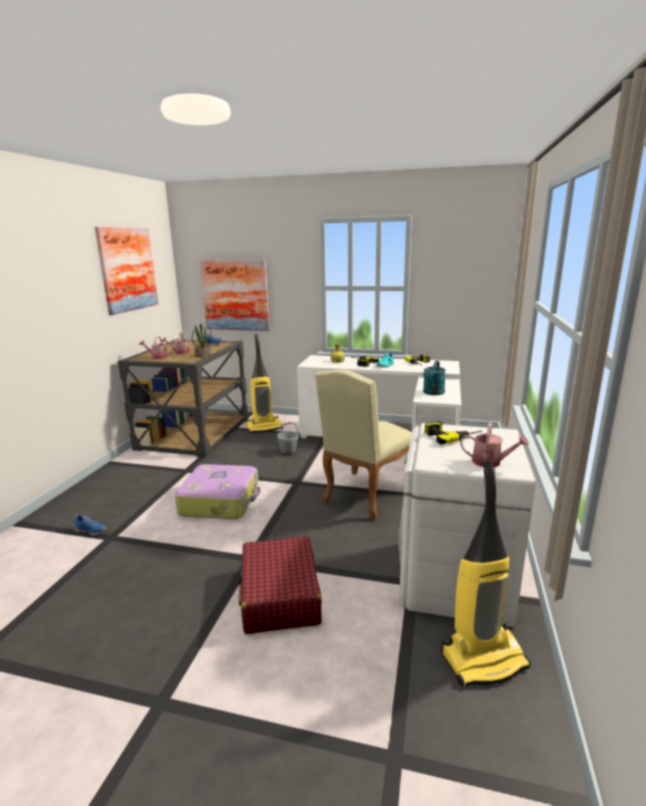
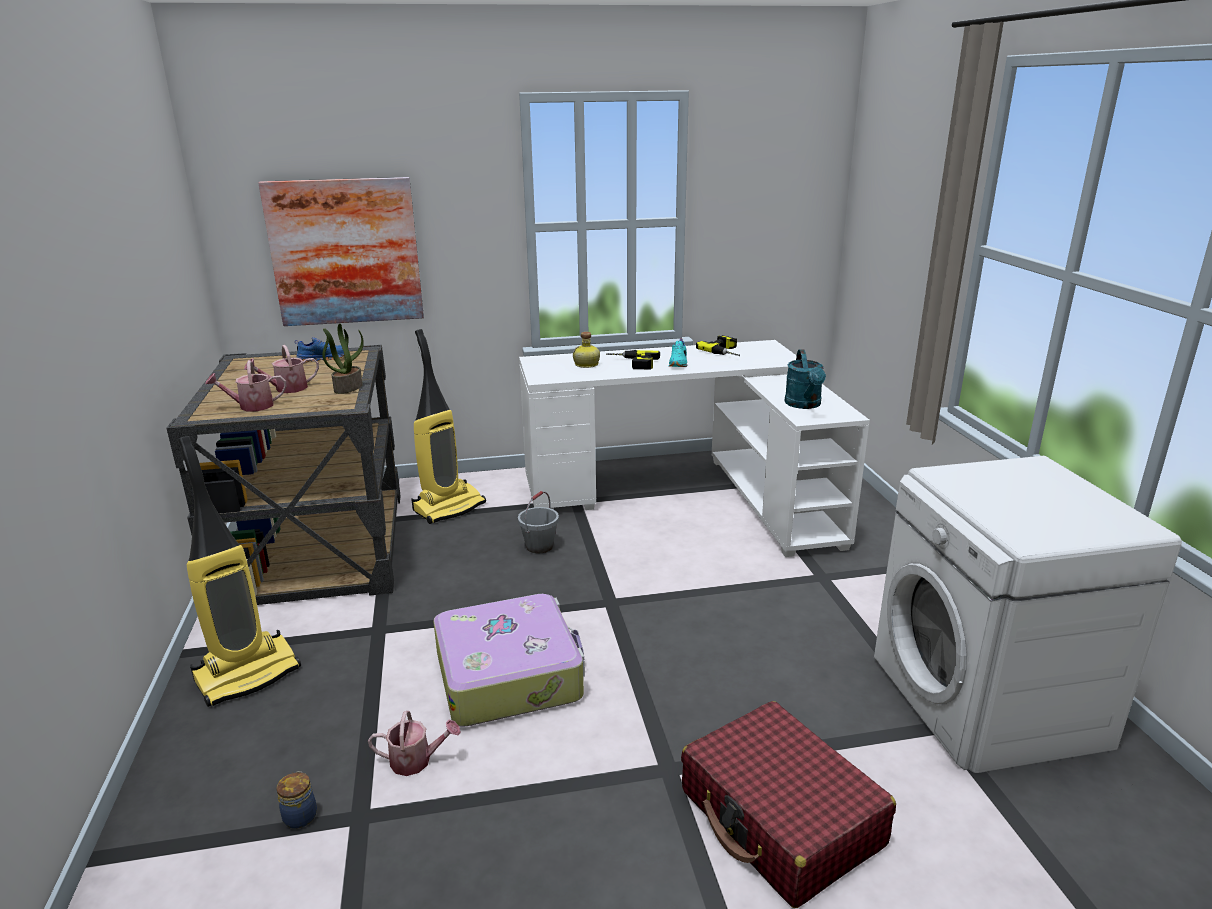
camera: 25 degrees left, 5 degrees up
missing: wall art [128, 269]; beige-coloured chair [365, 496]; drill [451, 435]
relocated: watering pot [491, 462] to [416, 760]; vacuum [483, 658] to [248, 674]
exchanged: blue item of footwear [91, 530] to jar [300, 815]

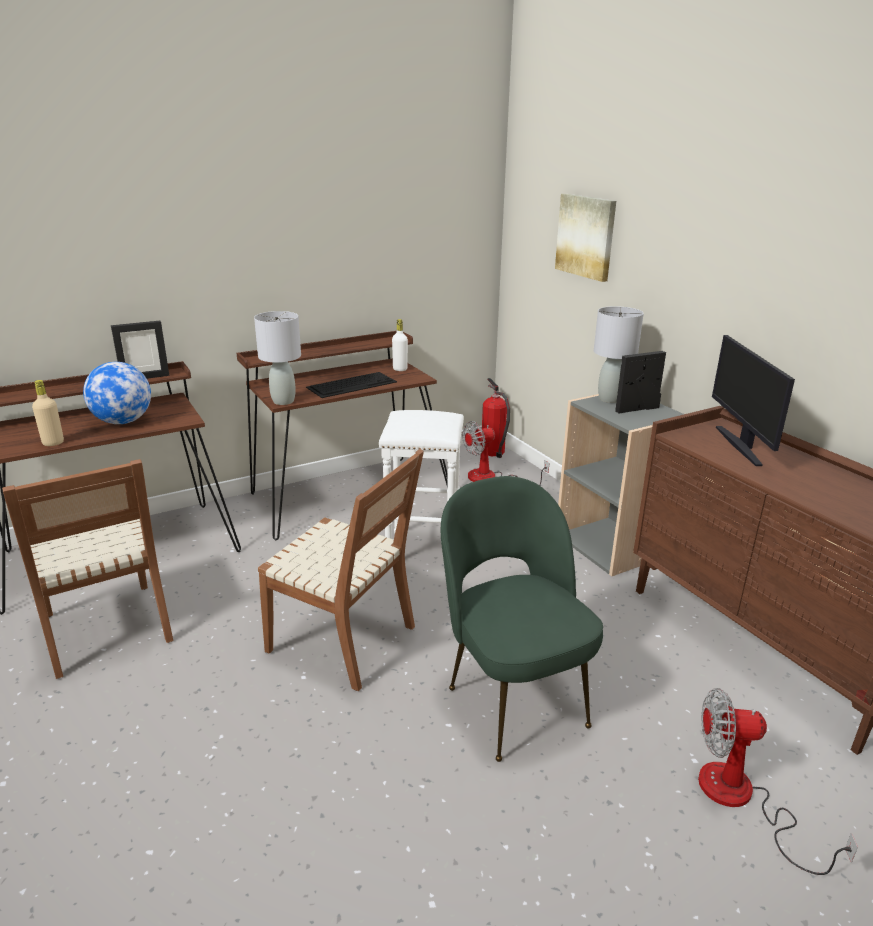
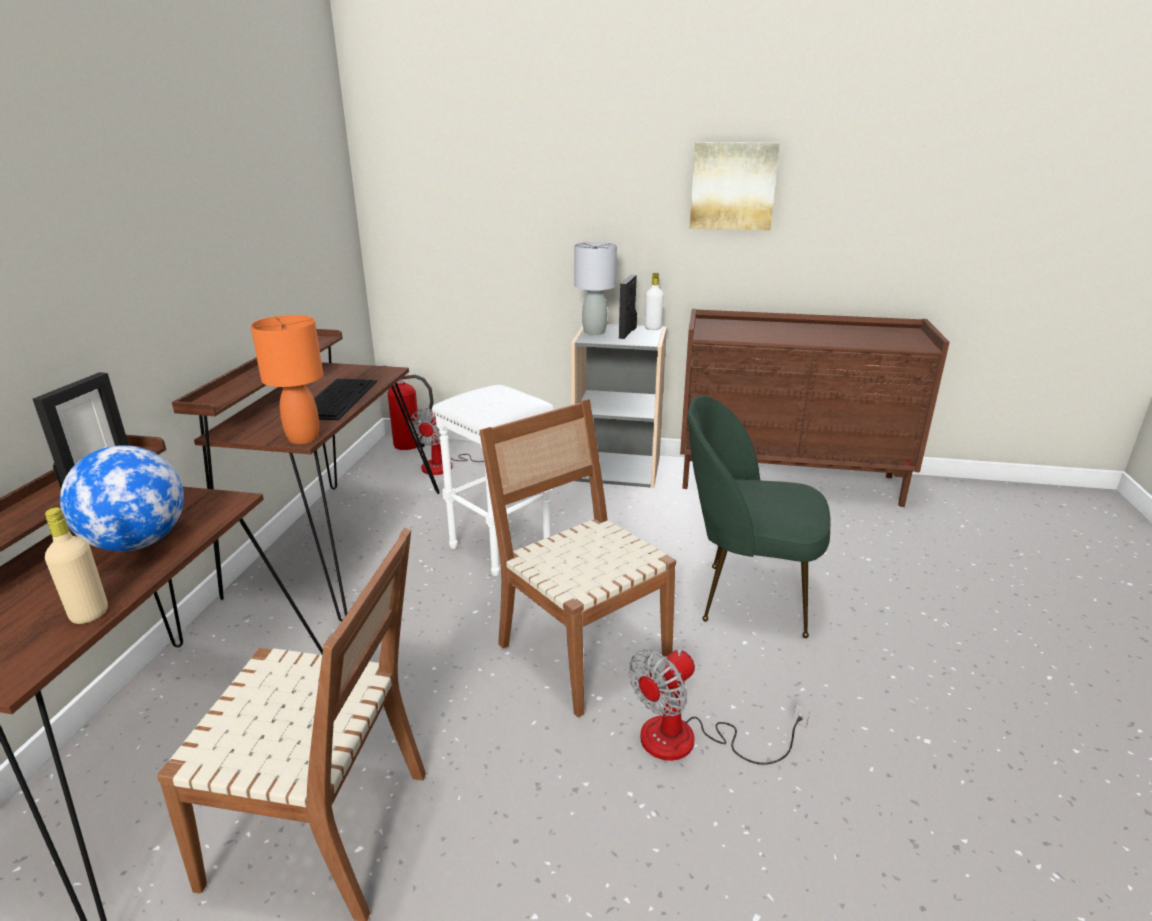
camera: 50 degrees left, 0 degrees up
missing: computer screen [740, 445]
relocated: wall art [586, 236] to [733, 186]; white beverage bottle [400, 369] to [653, 328]; cooling fan [741, 800] to [688, 741]
colour: gray table lamp [283, 401] to orangey table lamp [303, 438]
spun: chair [346, 643] = [580, 649] 105 degrees counterclockwise

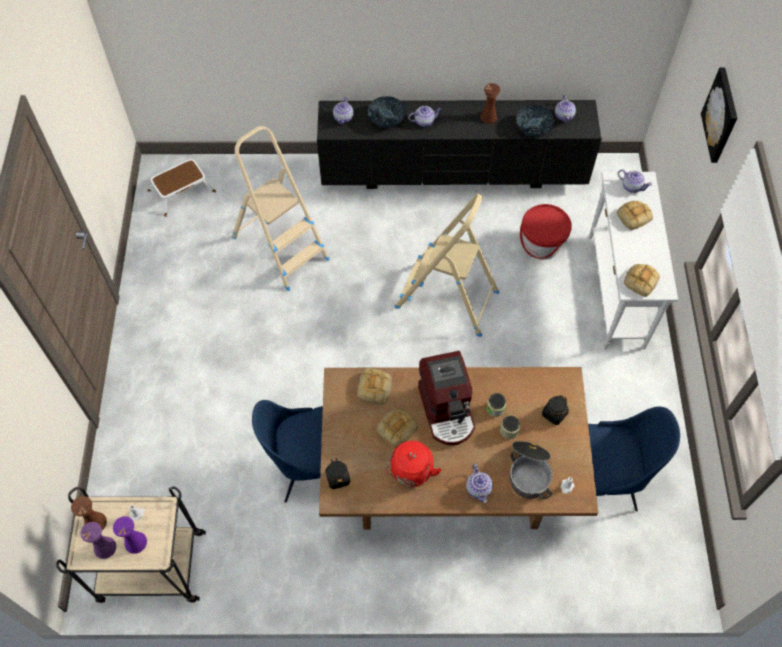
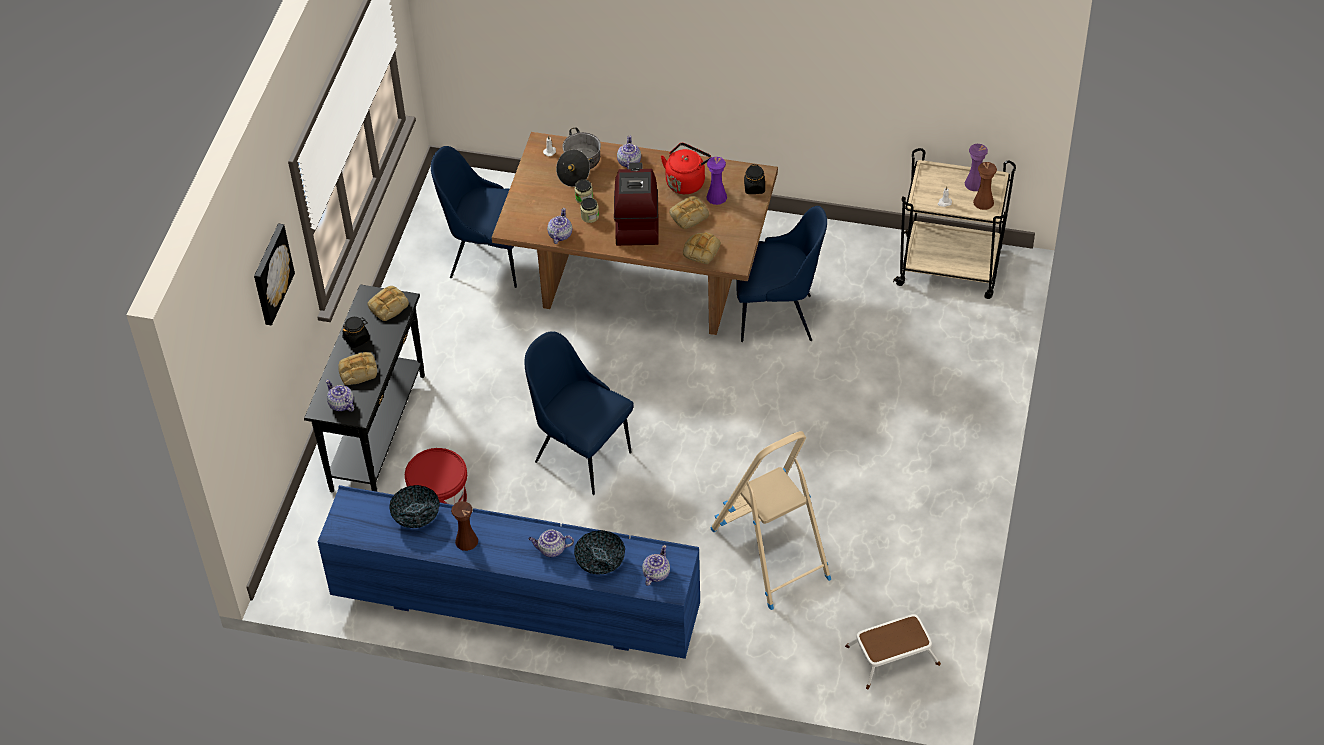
camera: 165 degrees left, 10 degrees down
relocated: teapot [564, 115] to [560, 235]; black jar [554, 414] to [356, 339]; purplish flower vase [135, 542] to [716, 197]
exchanged: beige-coloured step stool [445, 299] to blue chair [582, 457]
colour: black storage cabinet [453, 175] to blue storage cabinet [516, 611]; white console table [617, 291] to black console table [377, 431]

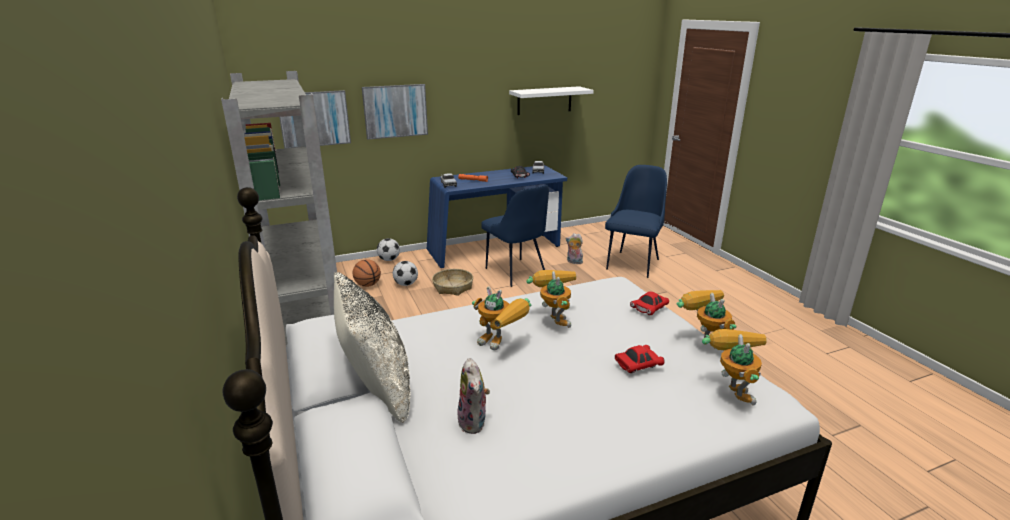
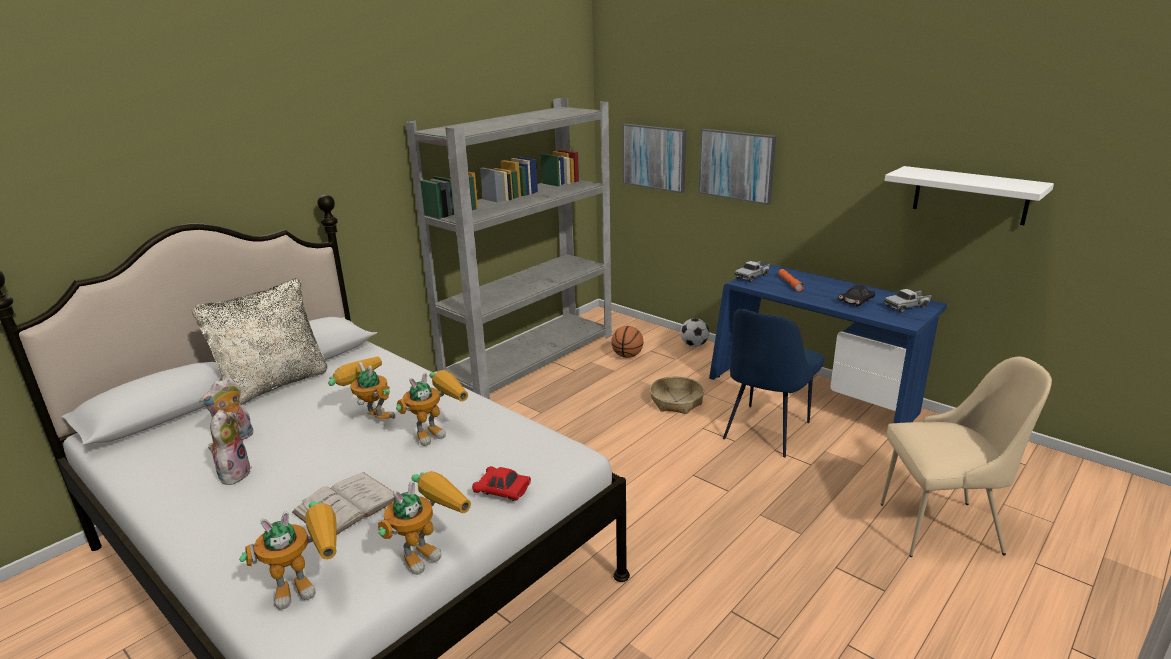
camera: 65 degrees right, 0 degrees up
missing: football [406, 284]
relocated: cuddly toy [574, 262] to [233, 473]
exchanged: red miniature car [638, 366] to white book [347, 505]
colour: blue chair [632, 264] to beige-coloured chair [940, 528]
spun: model robot [501, 344] = [370, 417] 120 degrees clockwise

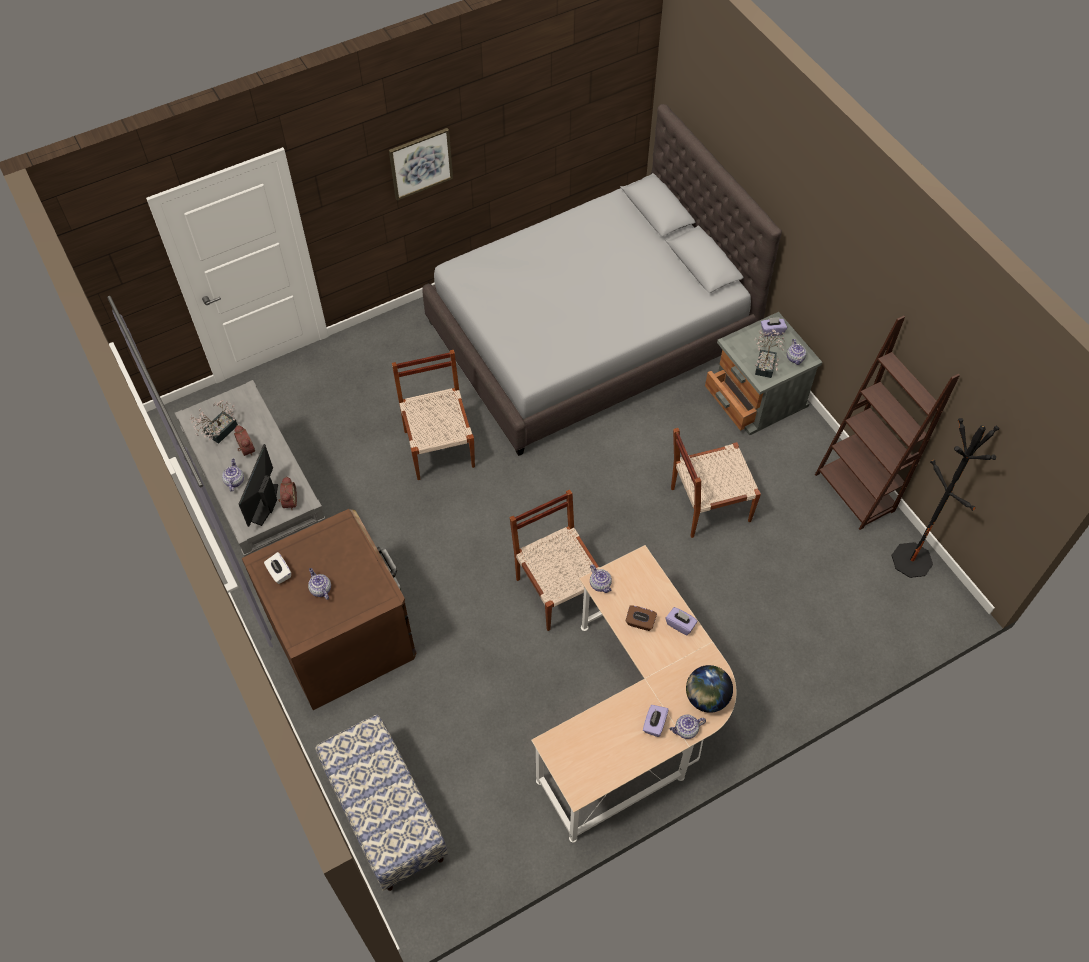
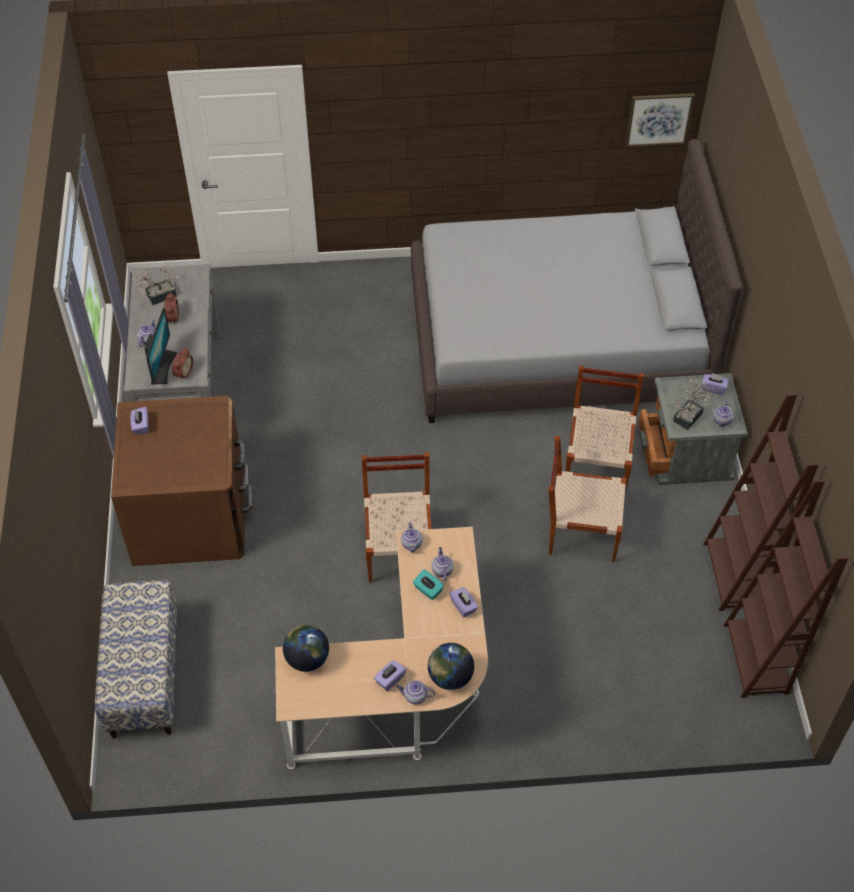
camera: 25 degrees right, 5 degrees down
appeared: globe [307, 659]
relocated: wall art [421, 163] to [659, 119]; chair [439, 447] to [597, 465]; teapot [320, 589] to [442, 570]
exchanged: black garment stand [912, 560] to brown bookcase [756, 659]
colour: white tissue box [279, 573] to purplish tissue box [141, 426]; brown tissue box [640, 622] to blue-green tissue box [428, 590]
spun: computer screen [264, 504] = [162, 367] 150 degrees clockwise

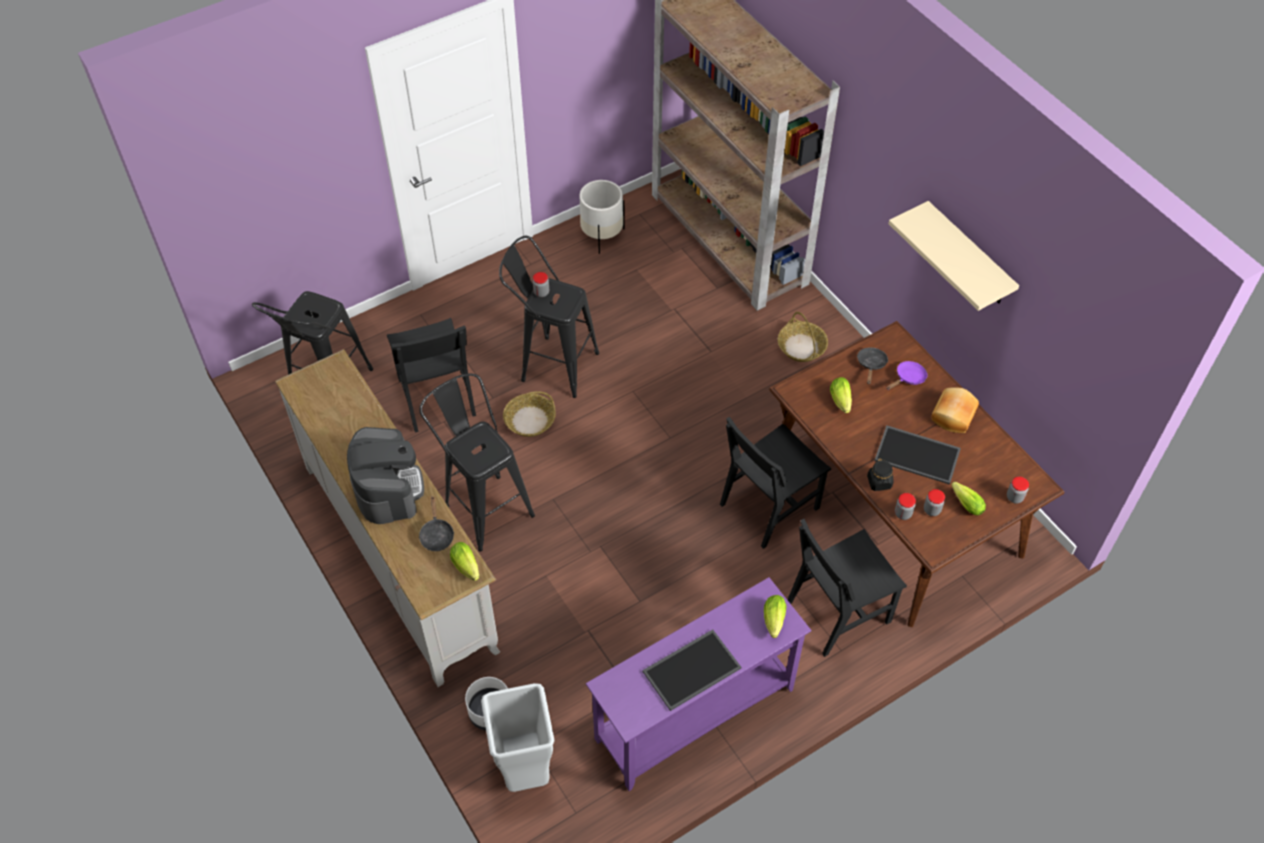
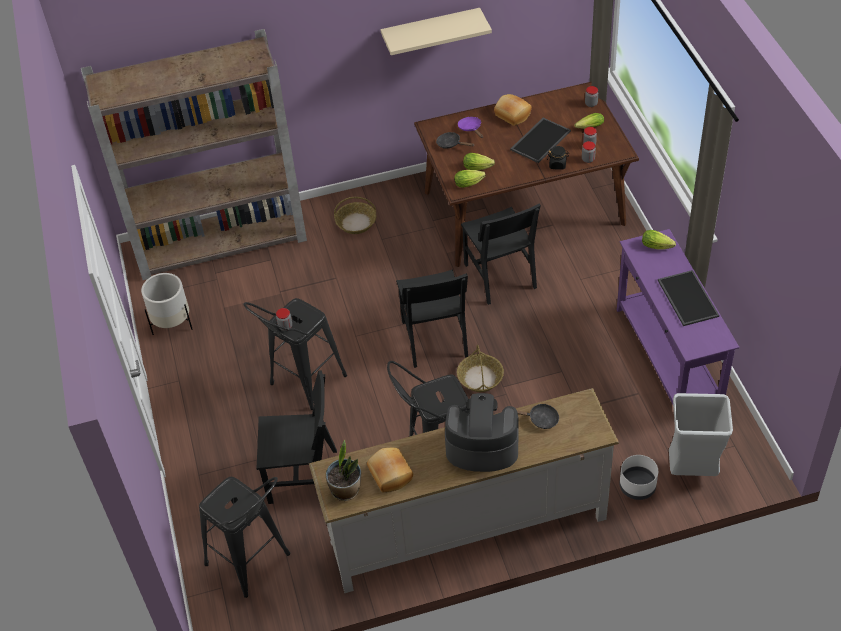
camera: 70 degrees left, 5 degrees down
appeared: potted plant [346, 490]; bakery bread [389, 475]
relocated: storage basket [529, 421] to [480, 378]; black chair [838, 611] to [434, 338]; lettuce [467, 568] to [470, 183]

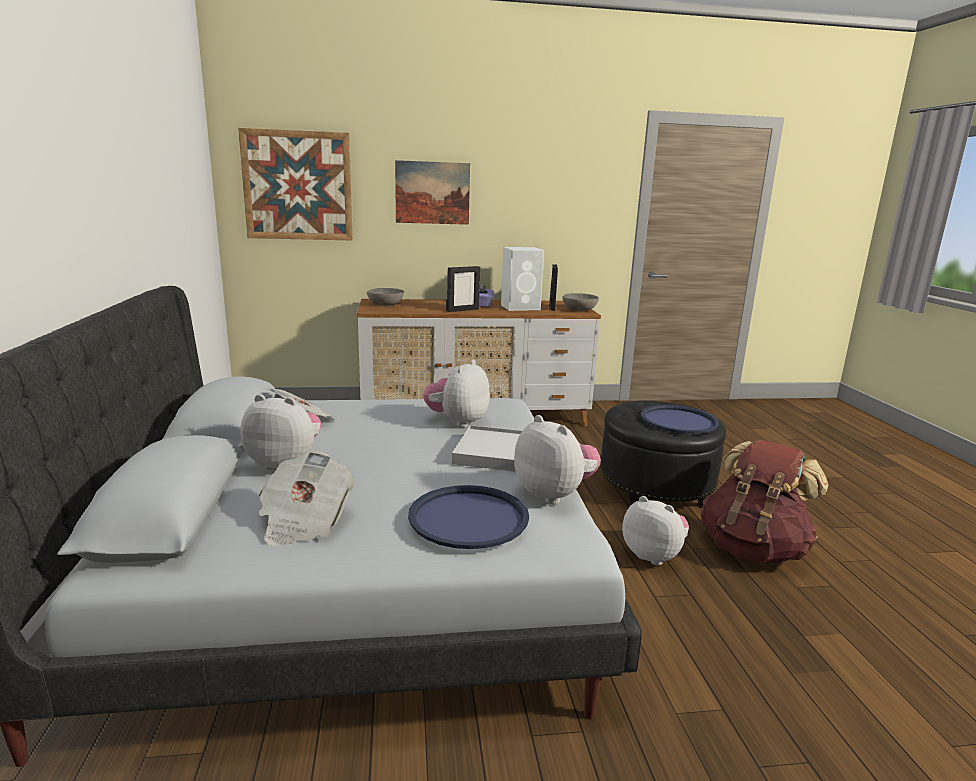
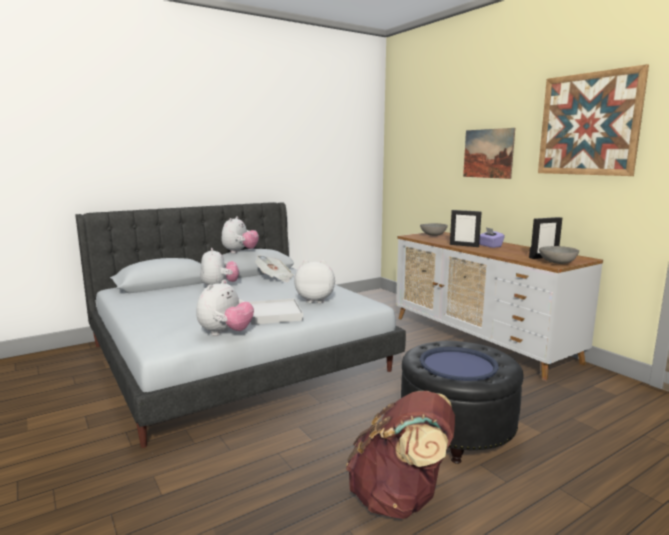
camera: 65 degrees right, 5 degrees down
missing: white audio speaker [521, 307]; daily paper [304, 521]; blue serving tray [469, 517]
relocated: wall art [298, 186] to [588, 124]; cuddly toy [653, 555] to [240, 252]

